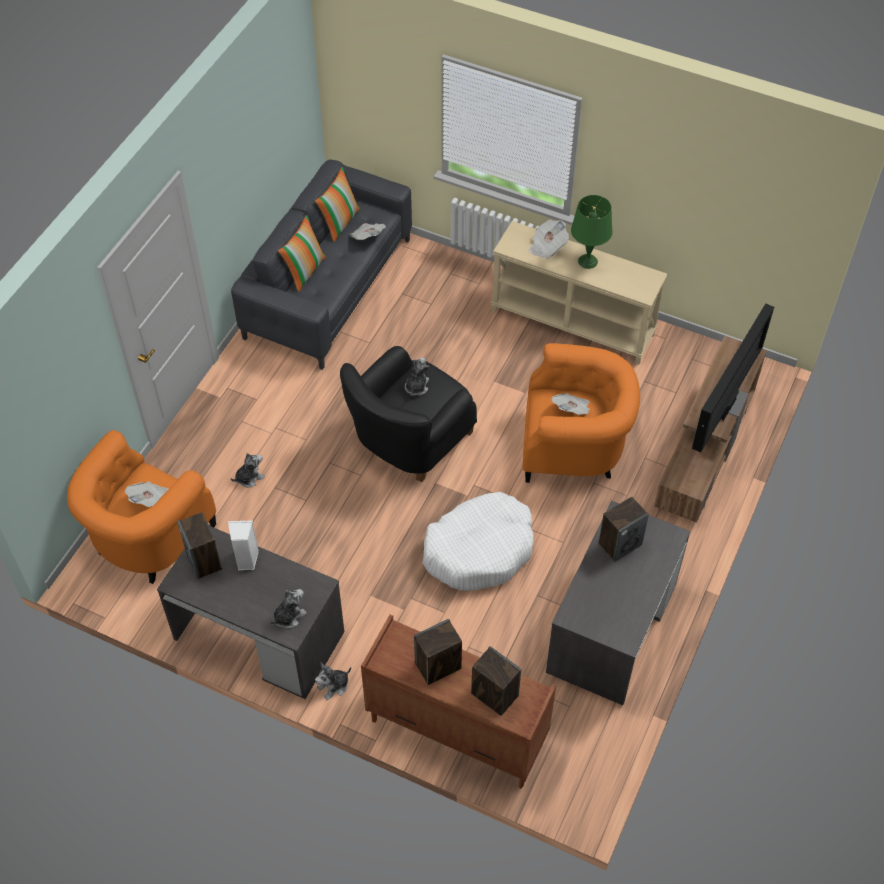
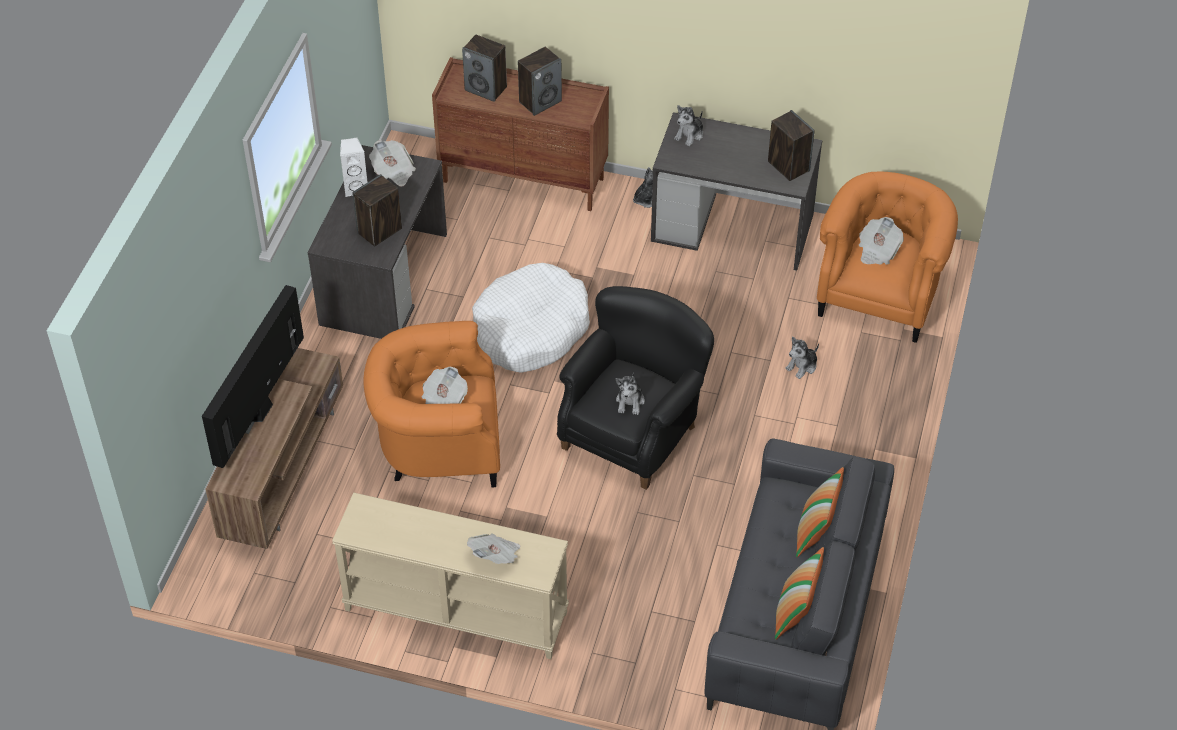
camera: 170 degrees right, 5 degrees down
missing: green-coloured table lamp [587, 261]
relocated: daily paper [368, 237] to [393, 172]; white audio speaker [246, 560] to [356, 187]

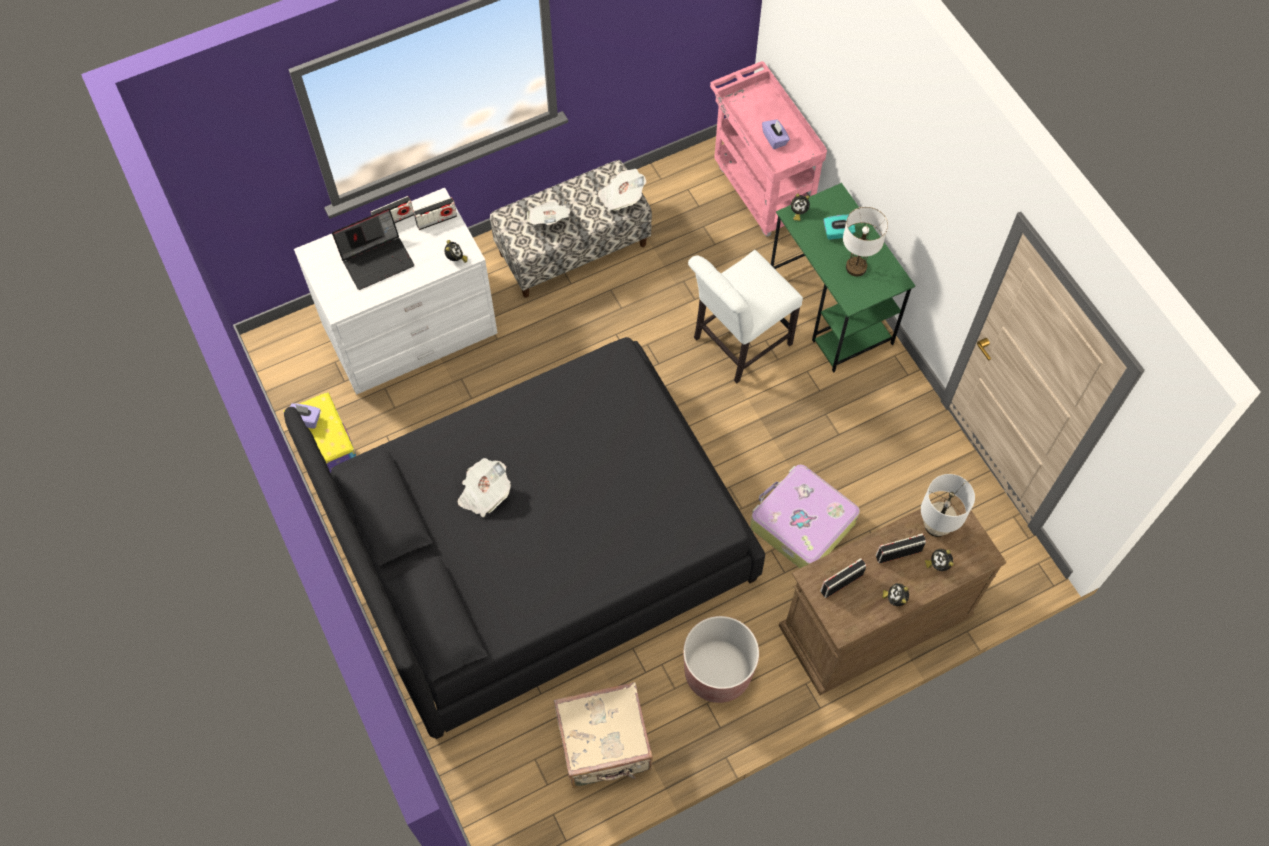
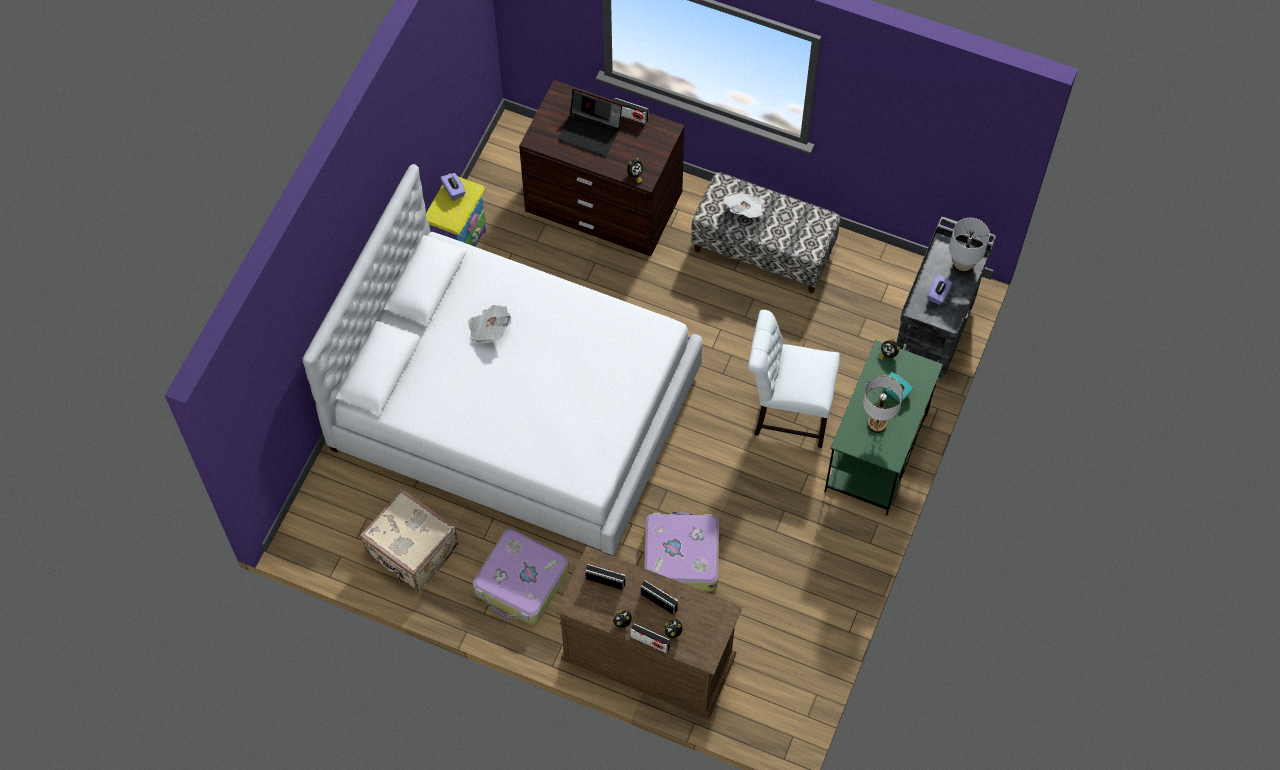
camera: 50 degrees right, 0 degrees up
missing: daily paper [621, 197]
relocated: radio [436, 220] to [650, 642]; white table lamp [936, 526] to [963, 264]
exchanged: brown planter [717, 672] to piece of luggage [521, 583]
colour: pink-coloured cart [758, 190] to black cart [934, 330]; white dresser [409, 328] to brown dresser [604, 201]; black bedroom bed [541, 547] to white bedroom bed [516, 408]

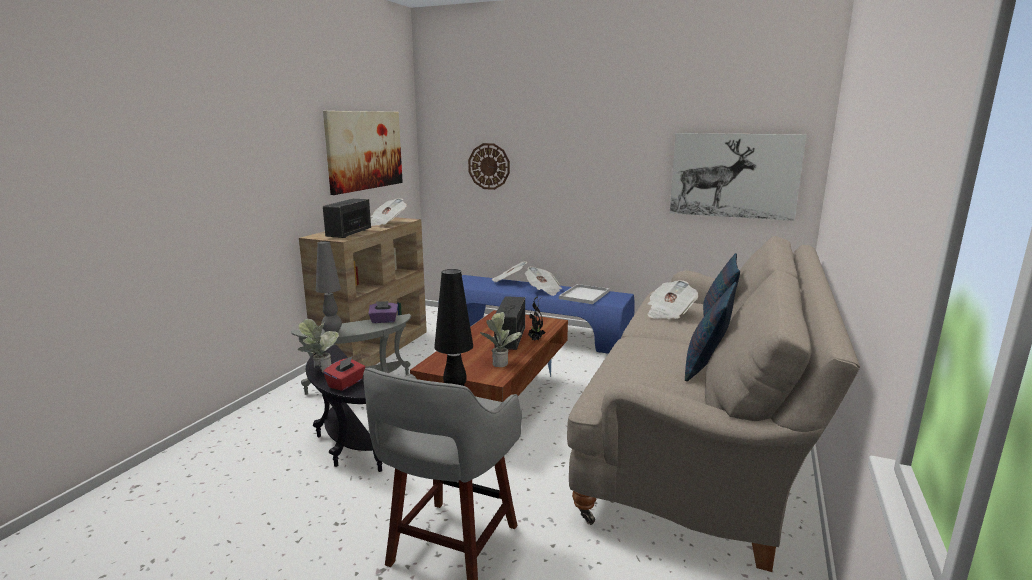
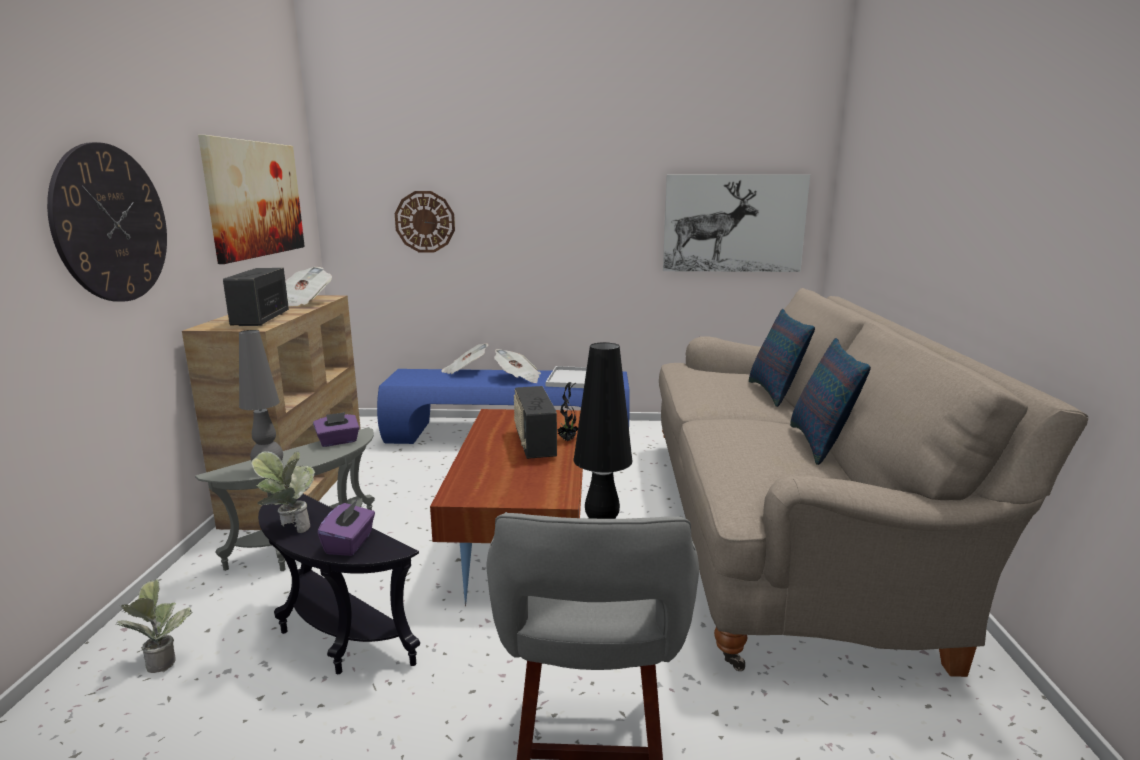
camera: 20 degrees left, 0 degrees up
missing: daily paper [669, 313]
appeared: wall clock [111, 224]
relocated: potted plant [500, 362] to [163, 659]
colour: red tissue box [346, 384] to purplish tissue box [350, 543]

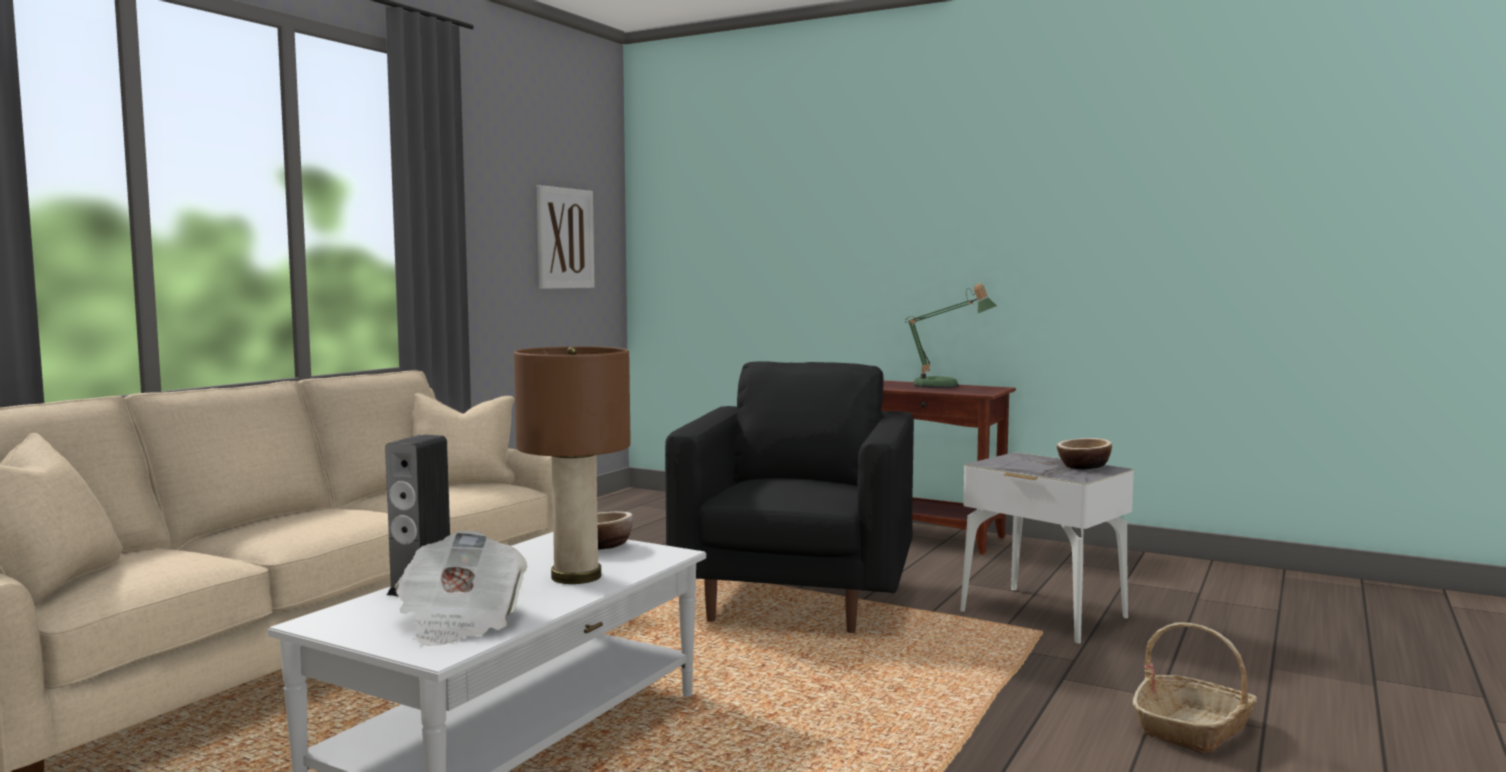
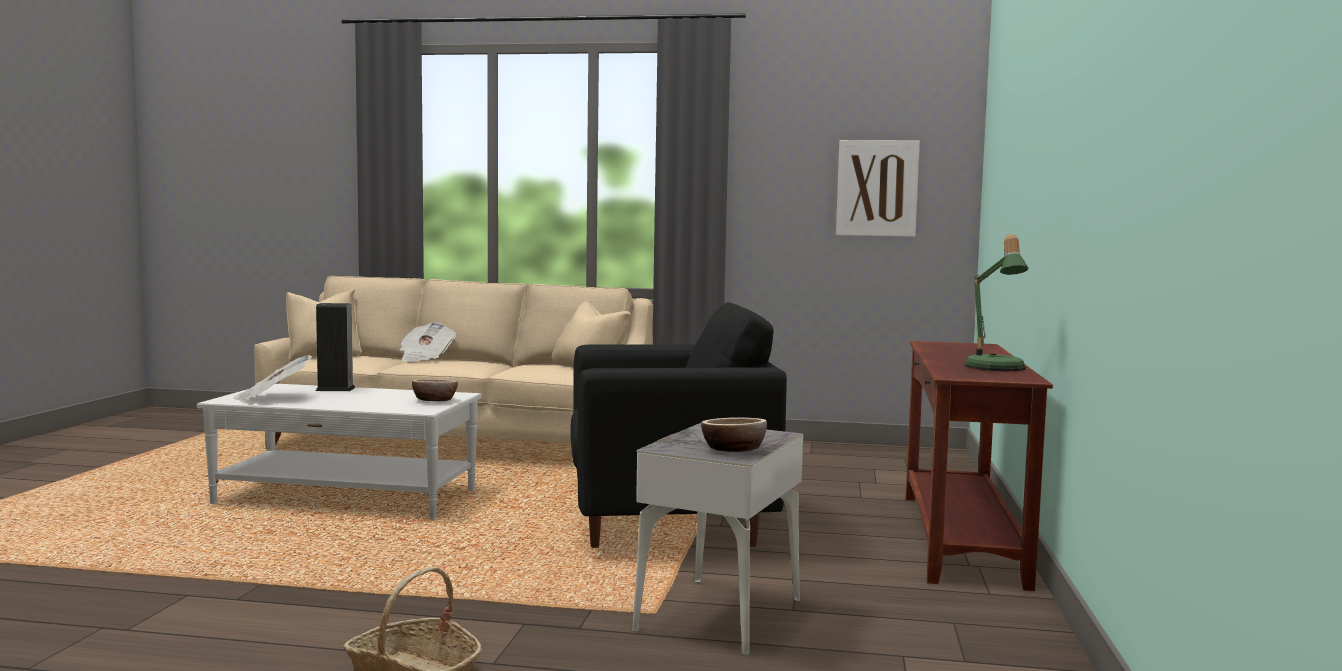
camera: 70 degrees right, 0 degrees up
missing: brown table lamp [577, 577]
appeared: daily paper [425, 358]

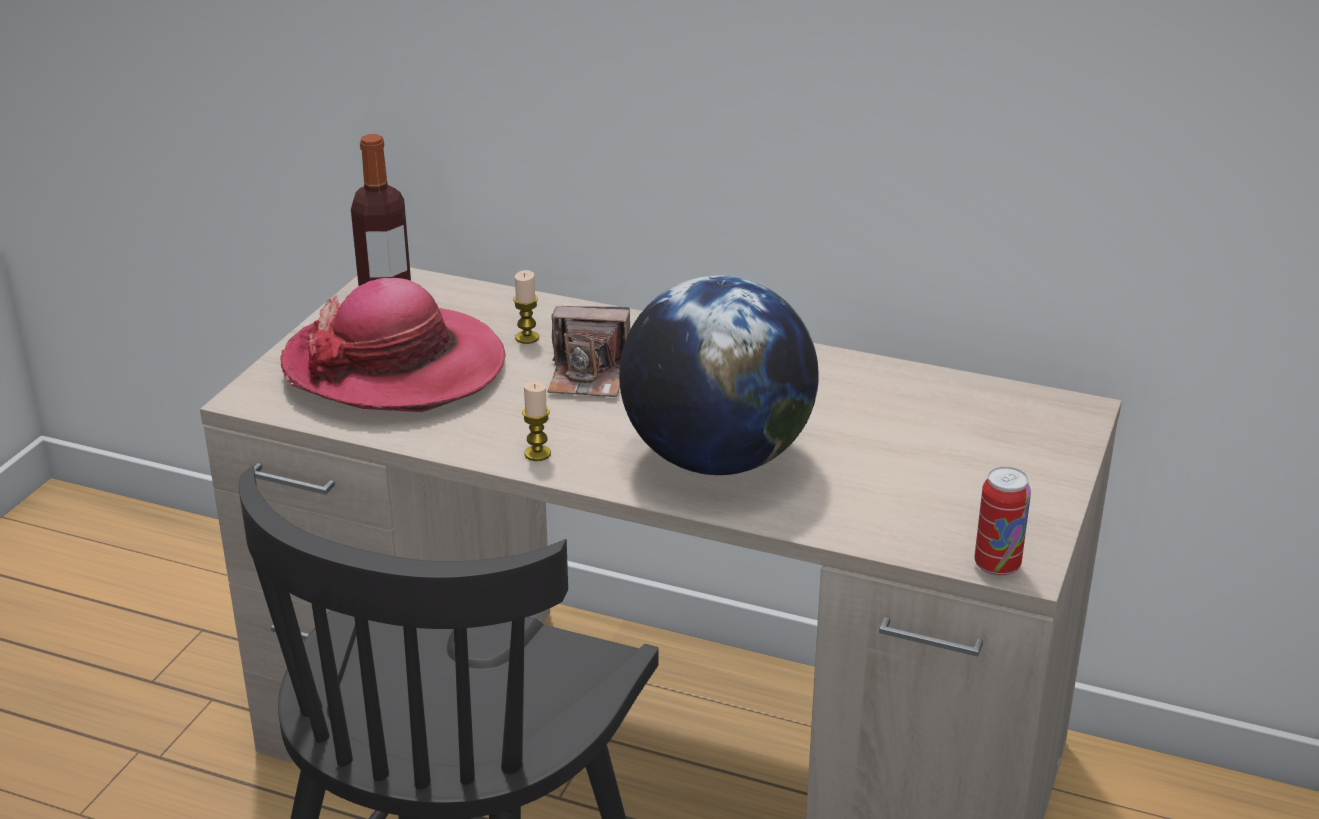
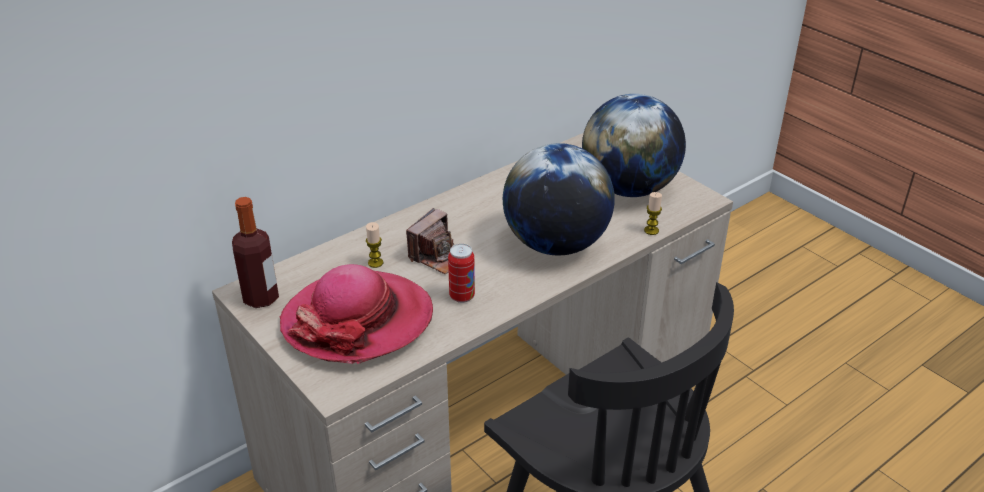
camera: 60 degrees left, 5 degrees up
appeared: globe [629, 188]
relocated: wax light [537, 454] to [651, 230]; sealed can [997, 566] to [462, 296]

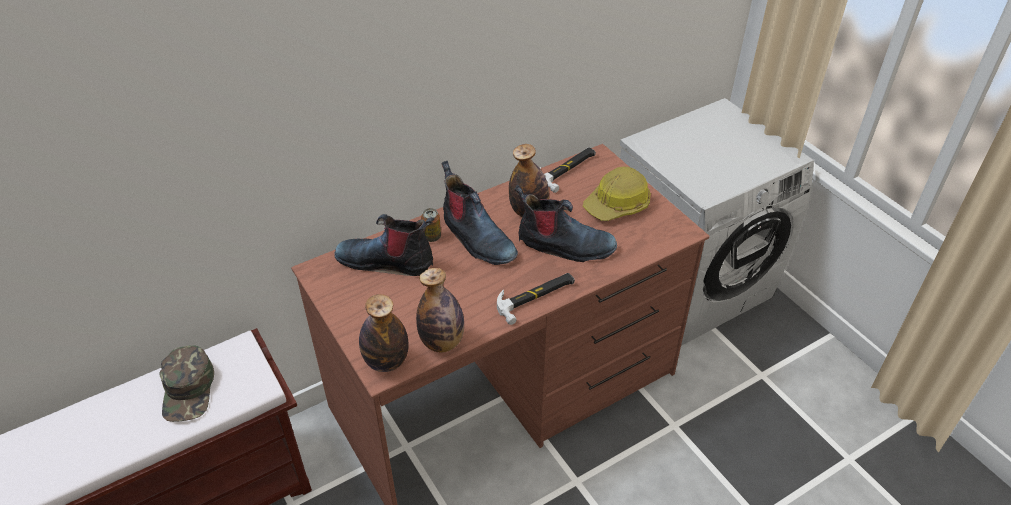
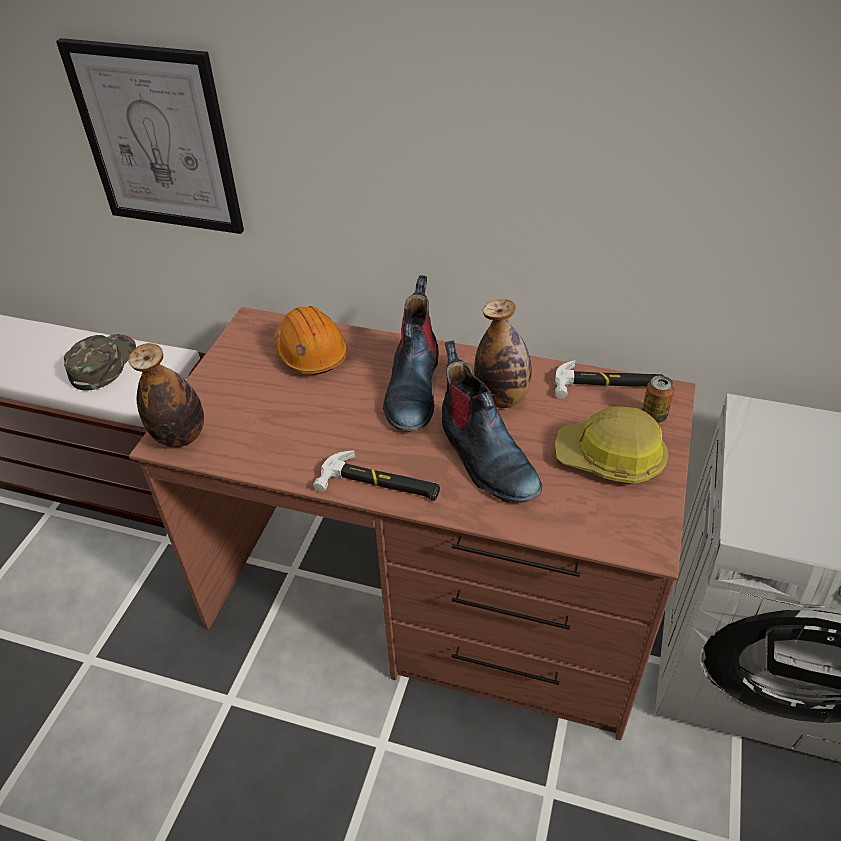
camera: 50 degrees right, 0 degrees up
missing: beverage bottle [442, 342]
appeared: wall art [157, 139]
relocated: sealed can [432, 237] to [653, 416]
exchanged: high-top boot [387, 261] to orangey hard hat [311, 353]
spun: green-coloured peaked cap [189, 389] = [102, 363] 150 degrees clockwise

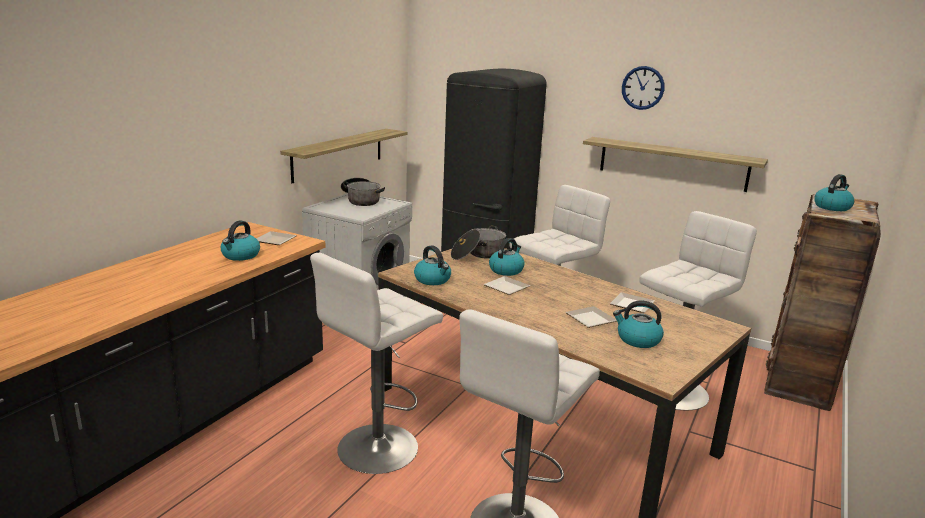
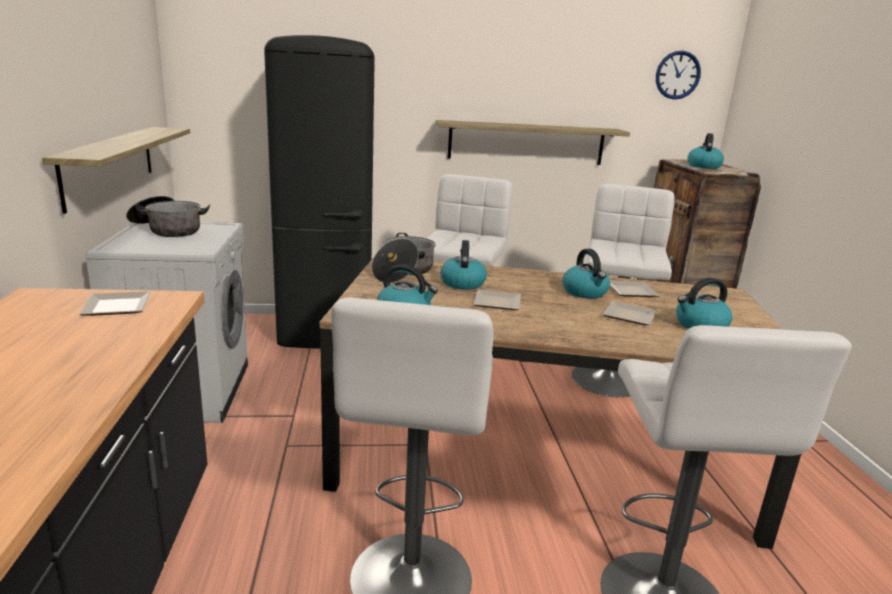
camera: 35 degrees left, 0 degrees up
relocated: wall clock [643, 88] to [677, 75]; tea kettle [240, 255] to [585, 292]

